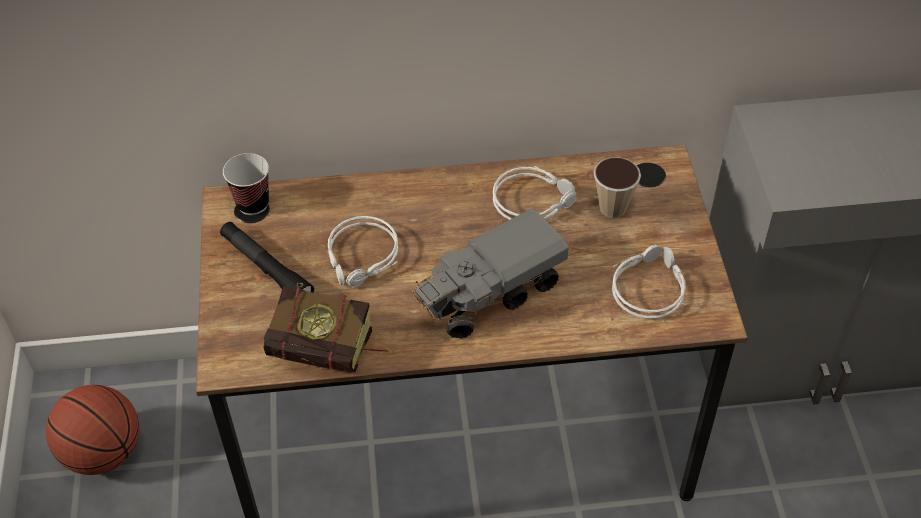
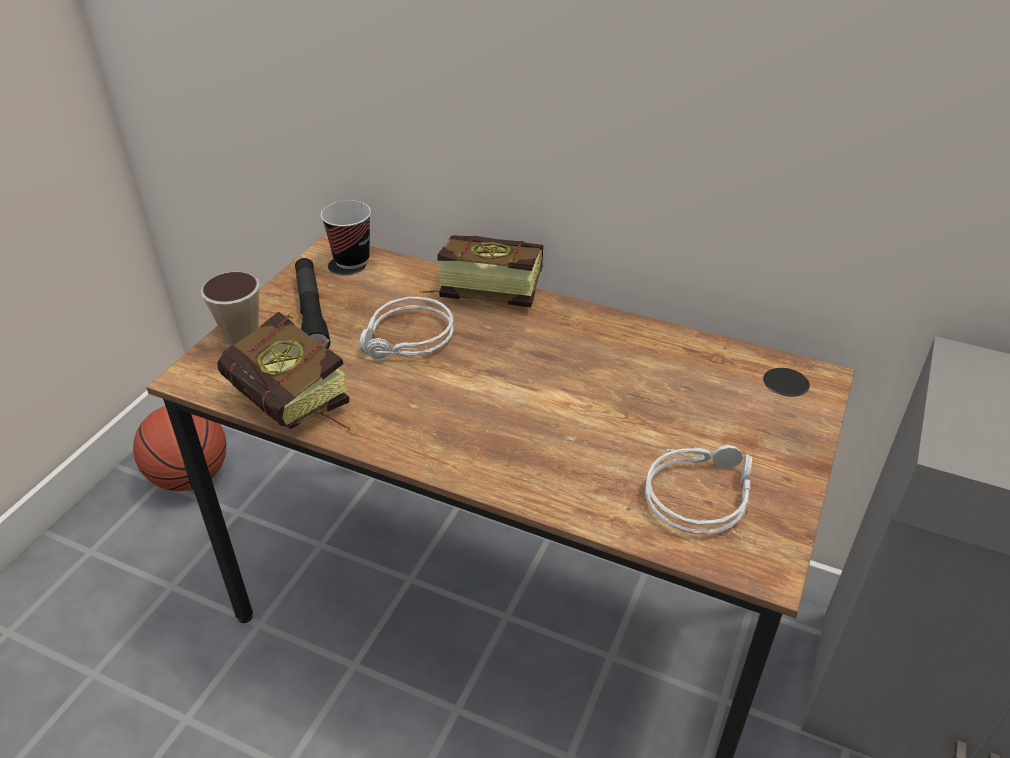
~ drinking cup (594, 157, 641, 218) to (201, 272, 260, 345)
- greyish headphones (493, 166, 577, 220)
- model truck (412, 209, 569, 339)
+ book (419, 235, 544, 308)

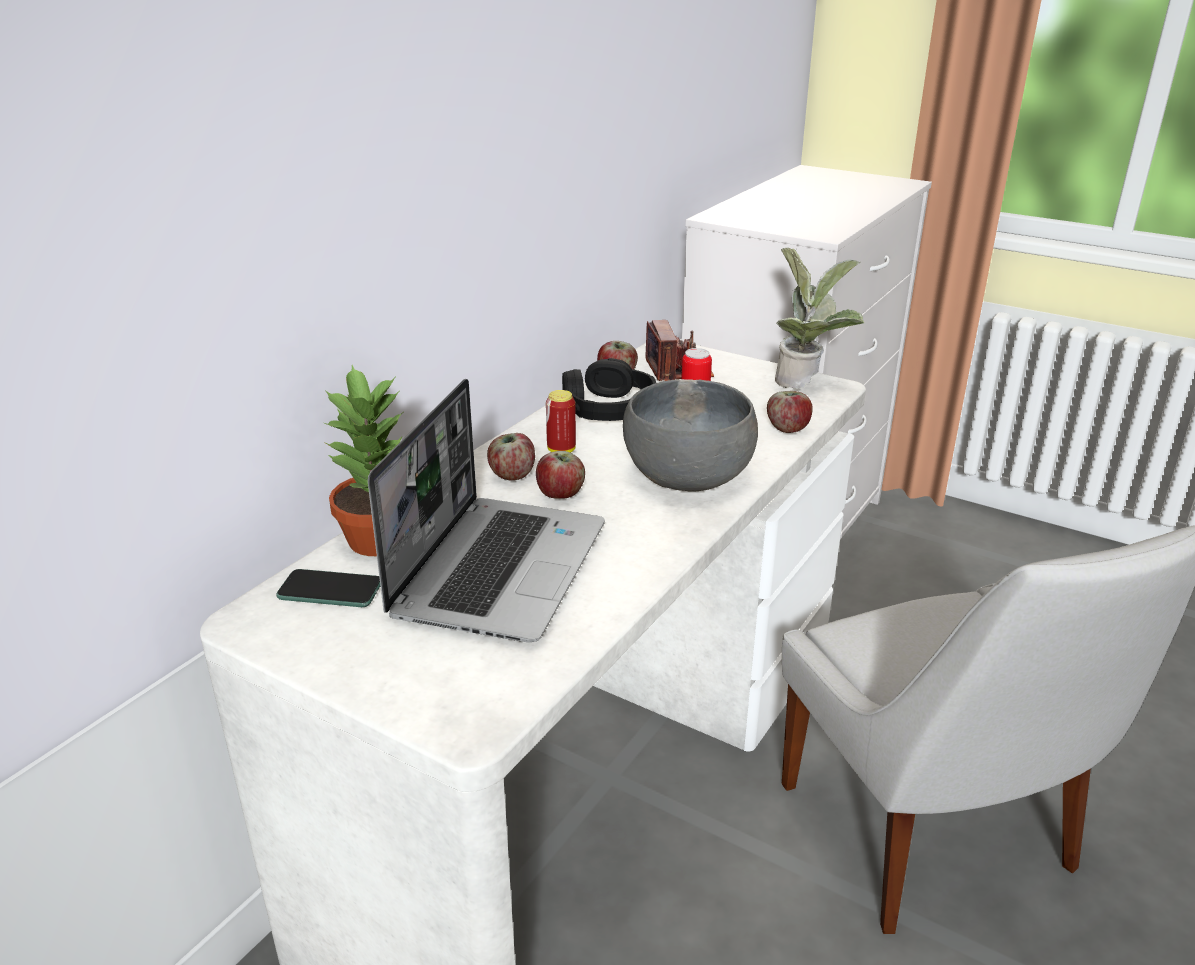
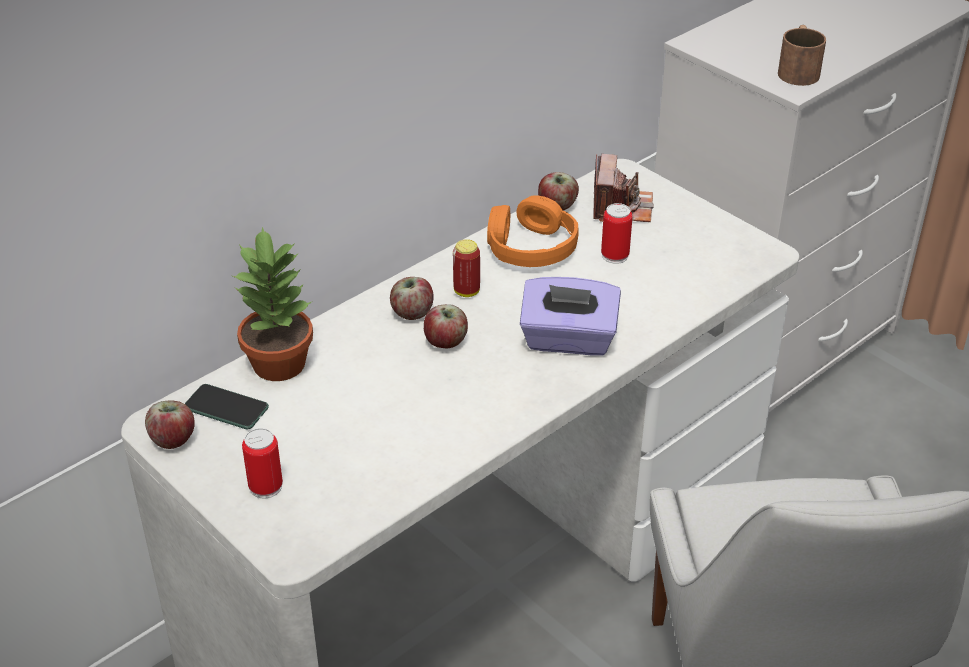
- houseplant (775, 247, 864, 388)
~ black headphones (562, 358, 656, 421) to orange-coloured headphones (487, 195, 579, 267)
- laptop (368, 379, 605, 642)
~ greyish deep dish (623, 379, 758, 491) to purple-coloured box of tissues (520, 277, 621, 355)
~ apple (767, 391, 813, 433) to (145, 401, 195, 449)
+ brown-coloured mug (778, 25, 826, 86)
+ can (242, 428, 283, 498)

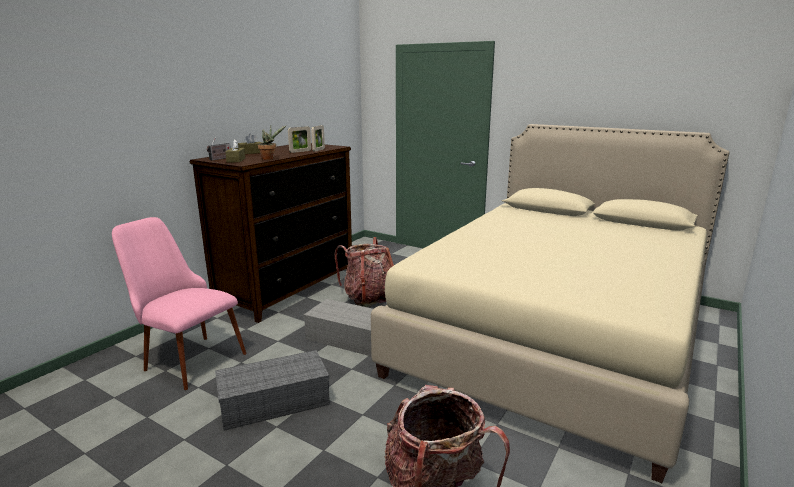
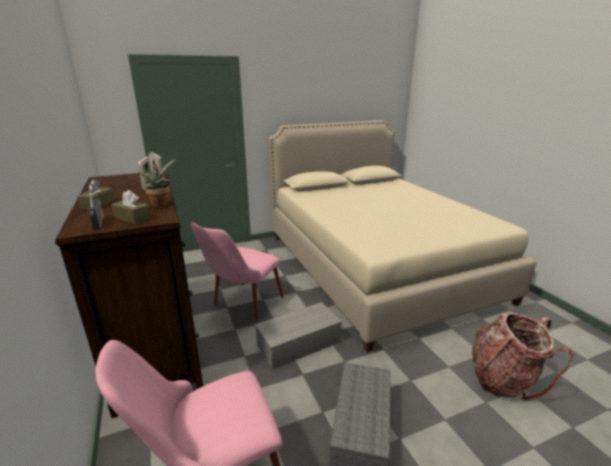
~ backpack (335, 237, 394, 307) to pink upright chair (191, 223, 283, 321)

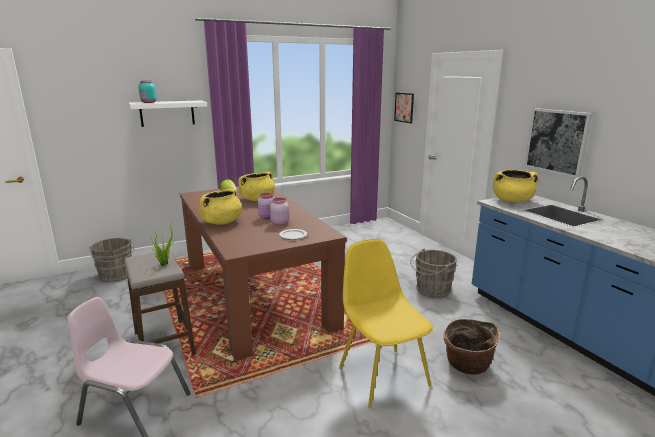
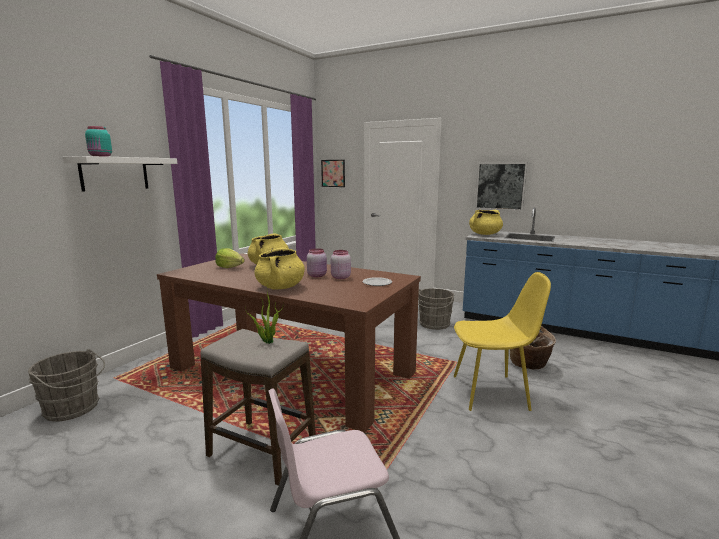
~ yellow upright chair (339, 239, 433, 408) = (454, 272, 551, 411) 150 degrees clockwise

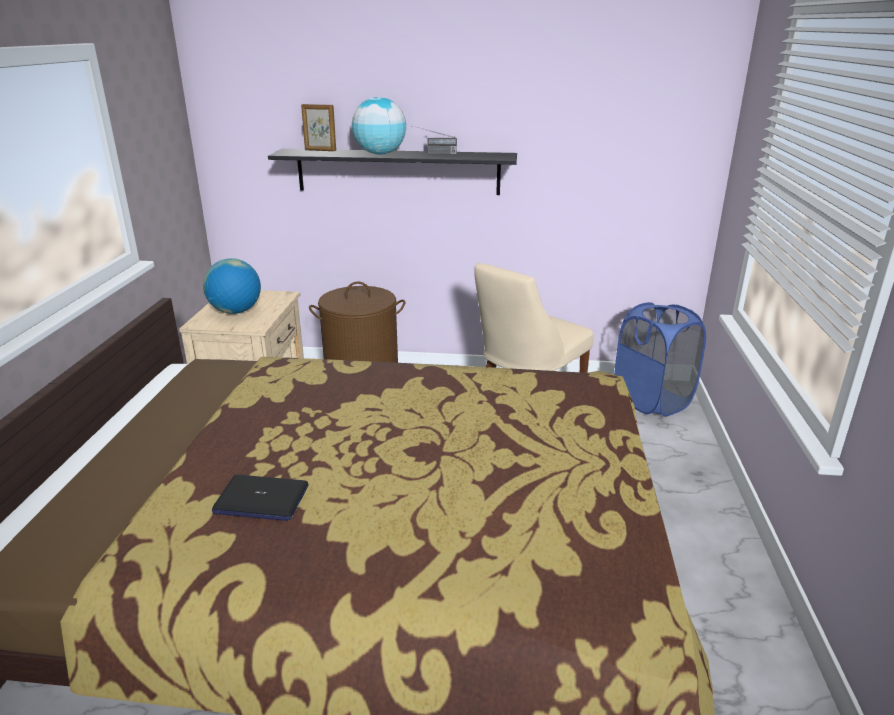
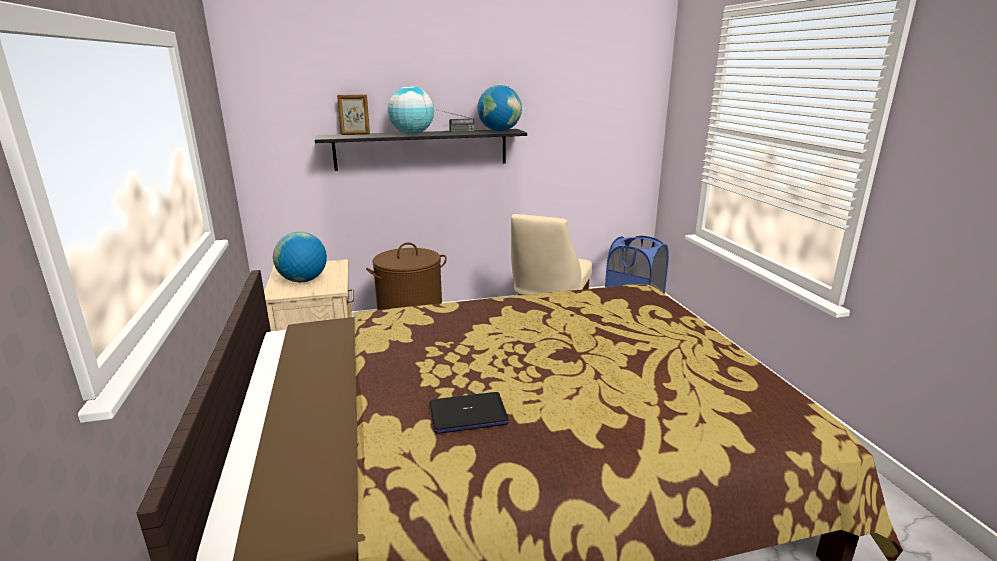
+ desk globe (478, 85, 522, 131)

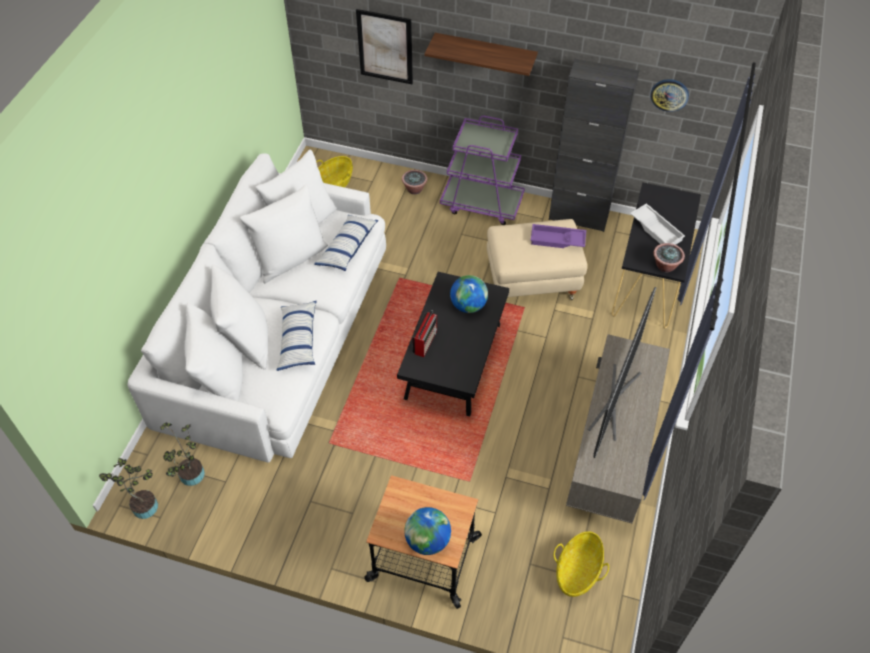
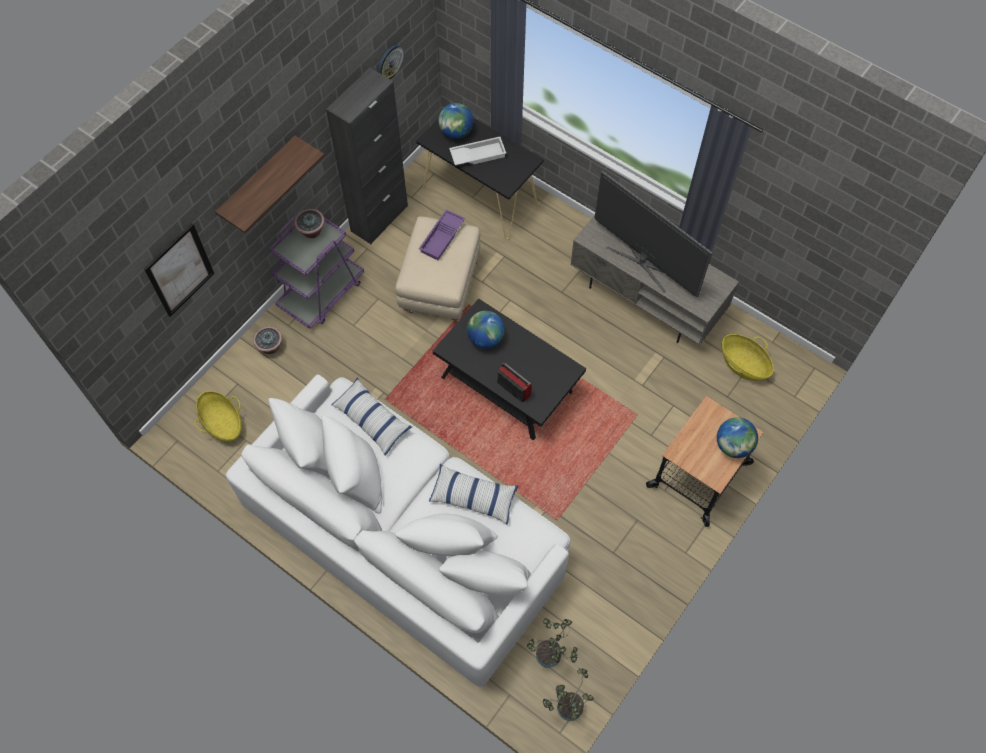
~ houseplant (653, 243, 685, 273) to (294, 209, 325, 238)
+ desk globe (438, 103, 473, 139)

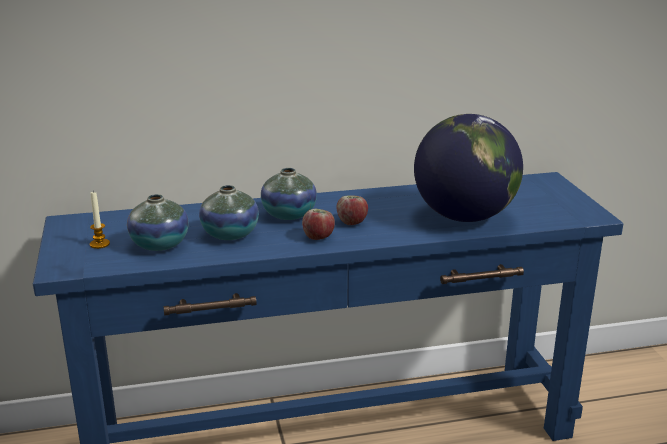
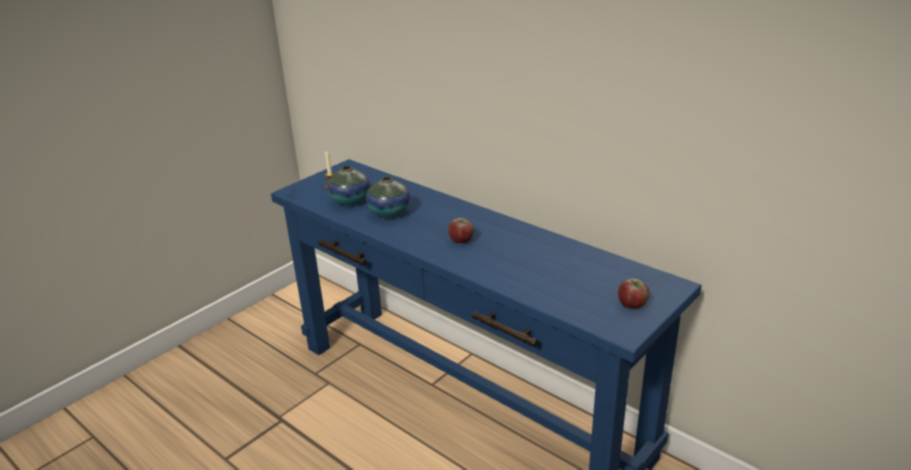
- desk globe (414, 114, 523, 222)
- vase (261, 168, 317, 220)
~ apple (302, 209, 335, 240) to (618, 278, 649, 309)

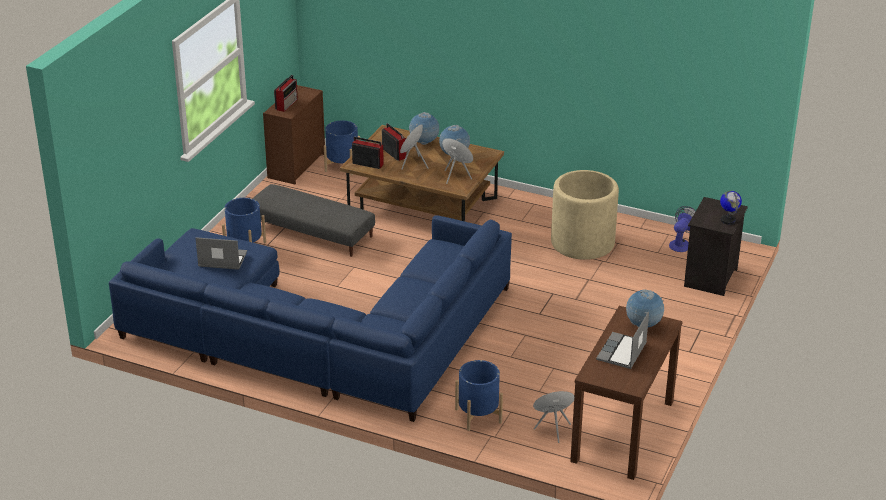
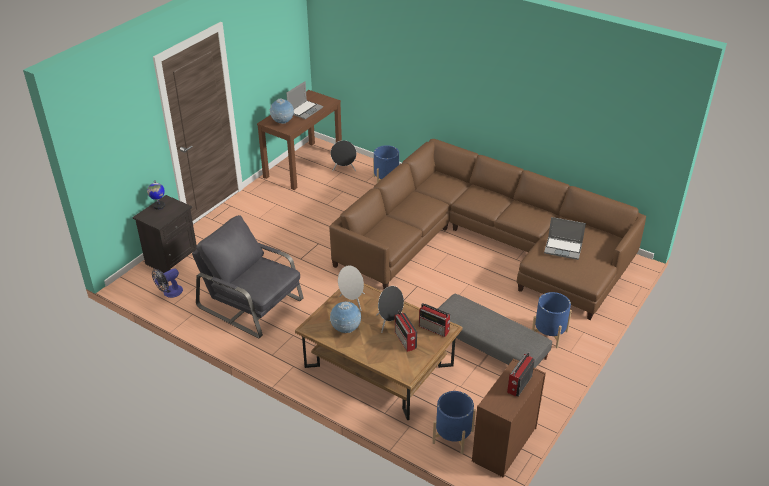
- desk globe (409, 112, 439, 145)
~ sand-coloured flower pot (551, 170, 619, 260) to greyish armchair (192, 215, 304, 338)
~ blue-coloured sofa (109, 216, 512, 422) to brown-coloured sofa (329, 139, 646, 320)

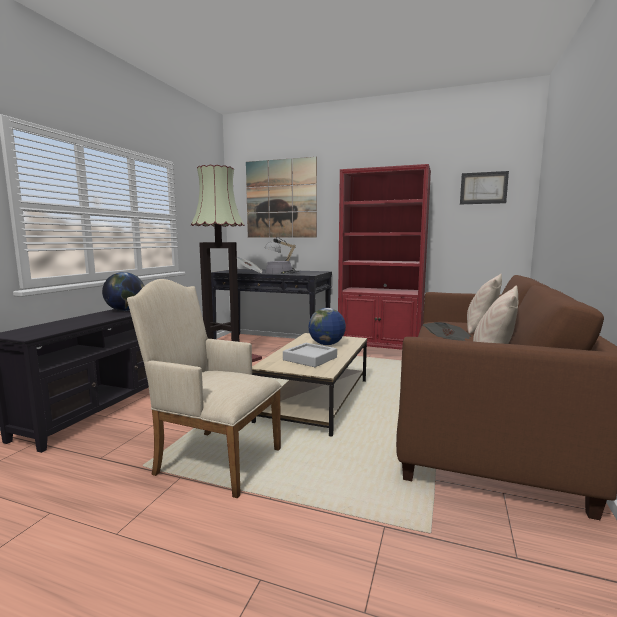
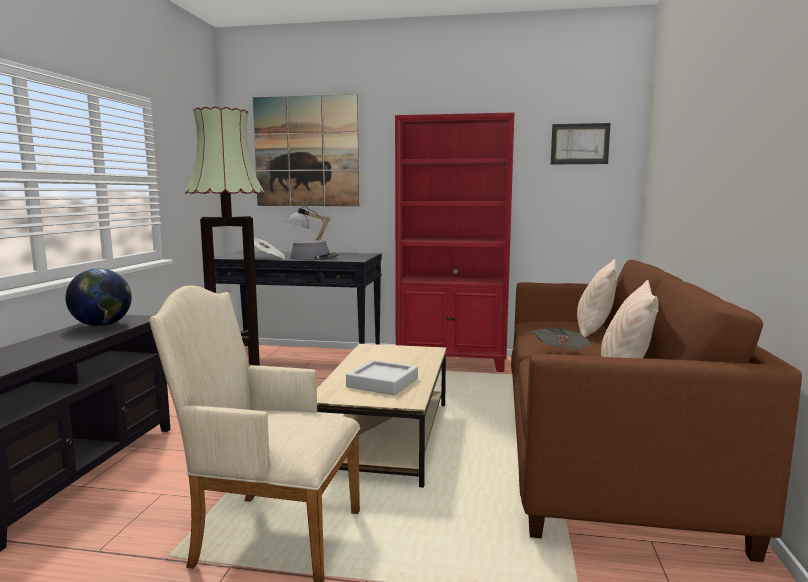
- desk globe (309, 308, 346, 345)

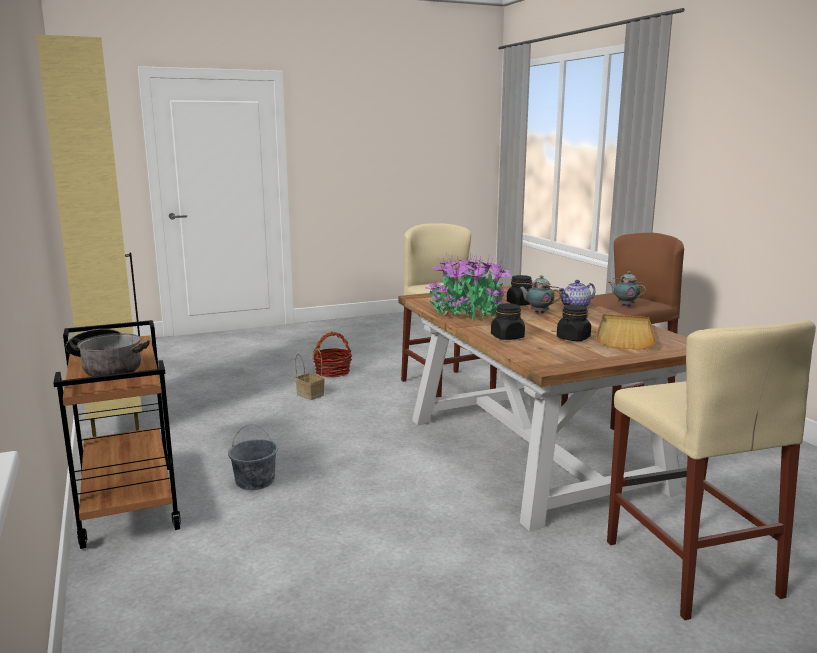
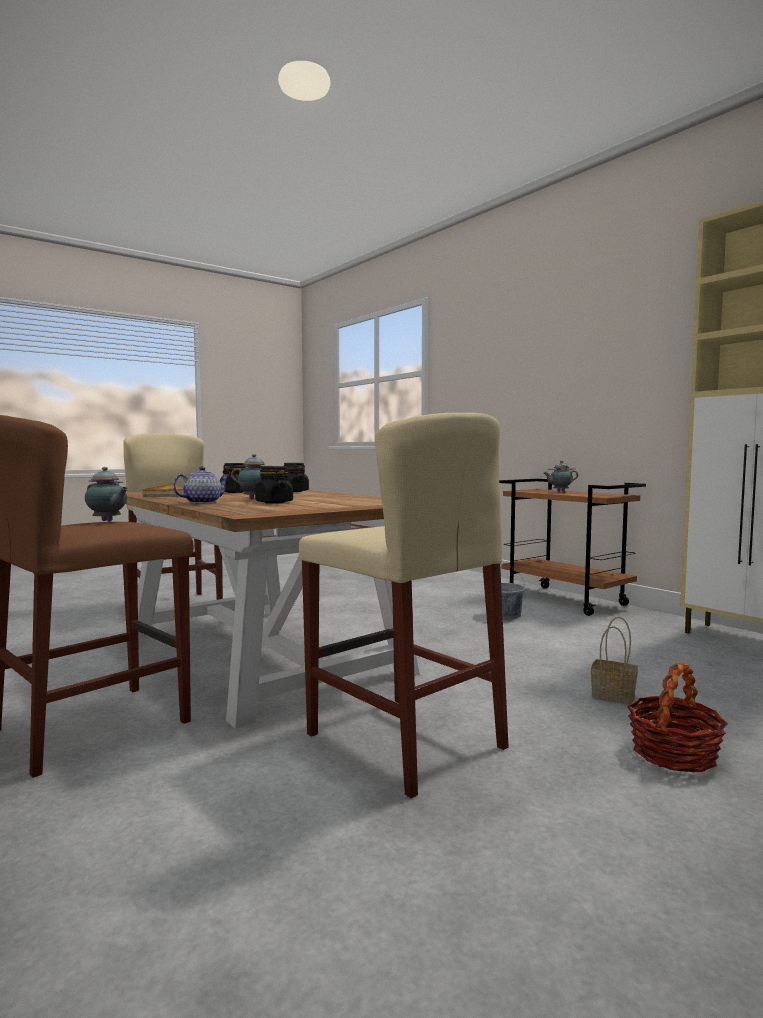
- houseplant (426, 253, 513, 321)
~ saucepot (65, 329, 150, 377) to teapot (544, 461, 578, 492)

